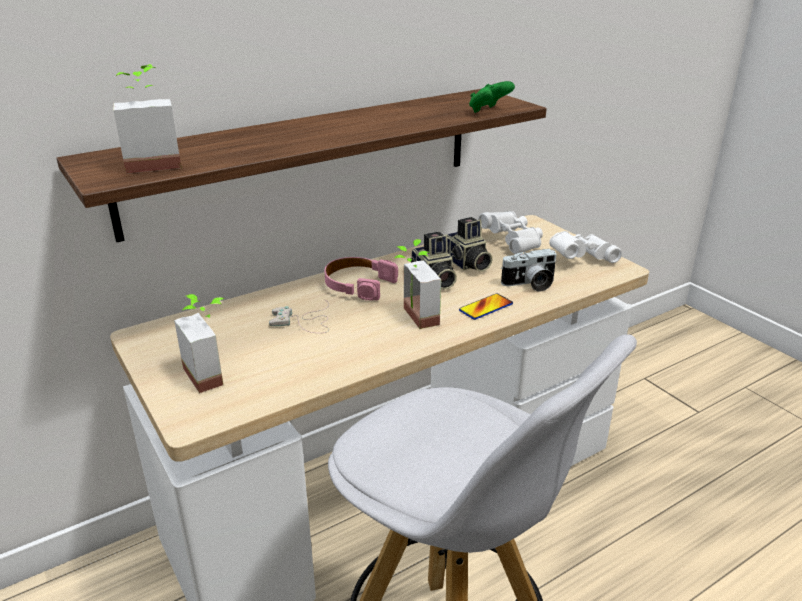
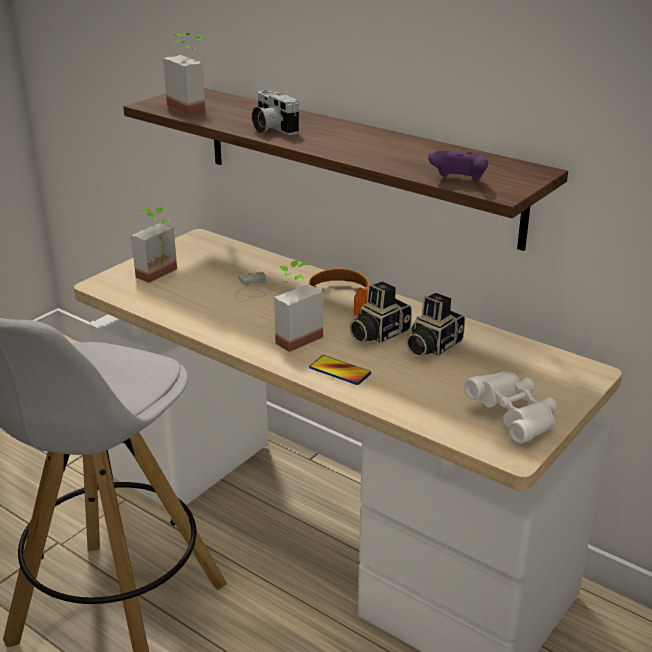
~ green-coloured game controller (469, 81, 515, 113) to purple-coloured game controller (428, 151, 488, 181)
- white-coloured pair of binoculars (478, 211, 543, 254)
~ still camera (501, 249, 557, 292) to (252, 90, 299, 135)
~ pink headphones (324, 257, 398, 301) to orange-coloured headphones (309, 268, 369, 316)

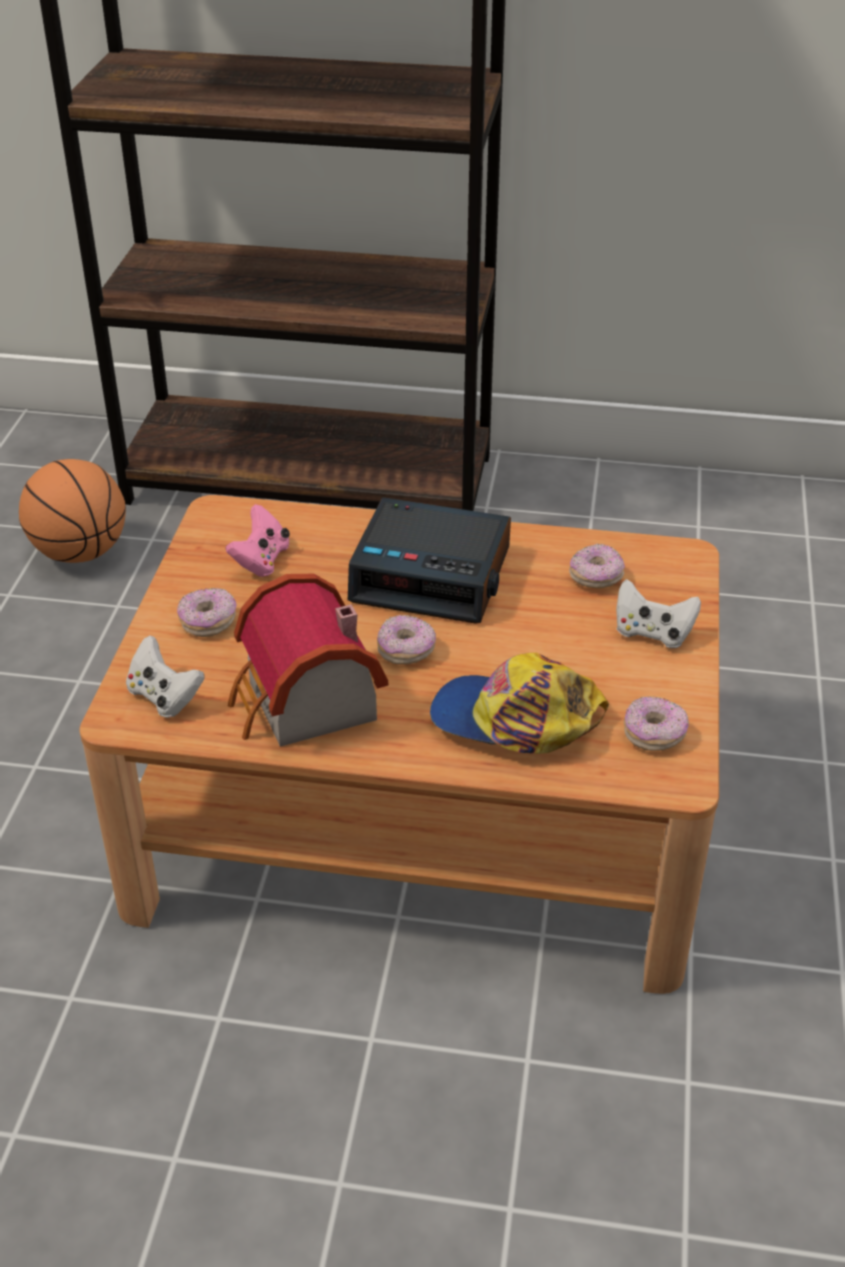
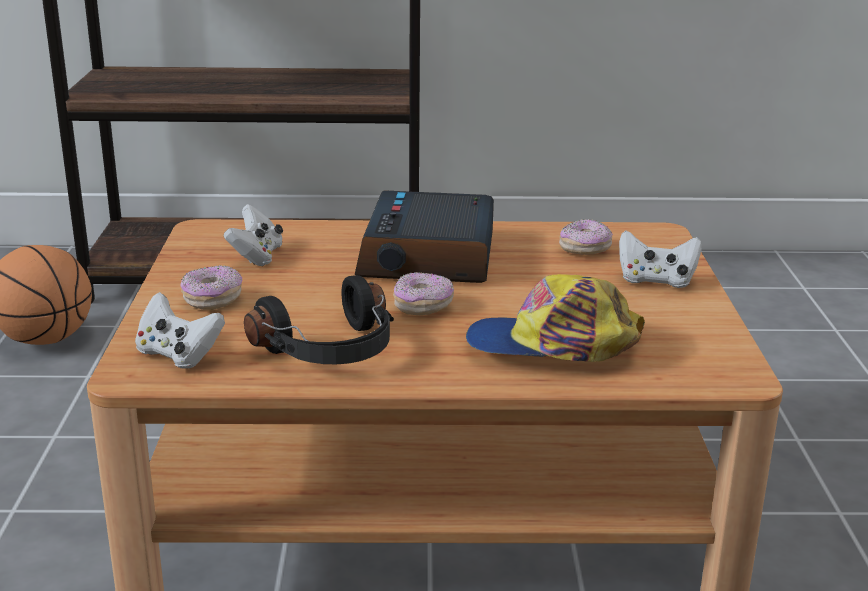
~ bedside clock (348, 497, 511, 624) = (355, 190, 494, 283) 90 degrees clockwise
~ pink game controller (225, 504, 290, 577) to white-coloured game controller (224, 204, 283, 266)
~ miniature house (228, 574, 388, 747) to black headphones (244, 275, 394, 364)
- ring doughnut (624, 696, 689, 751)

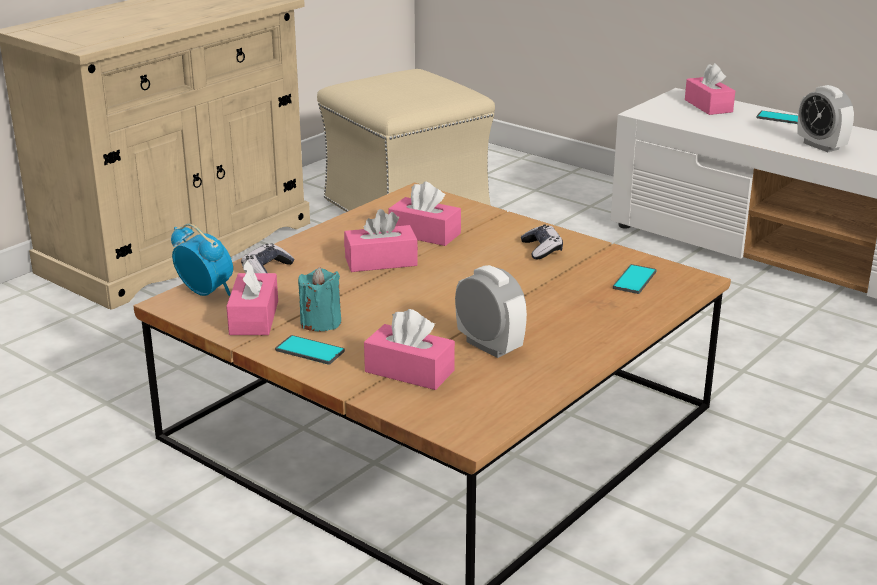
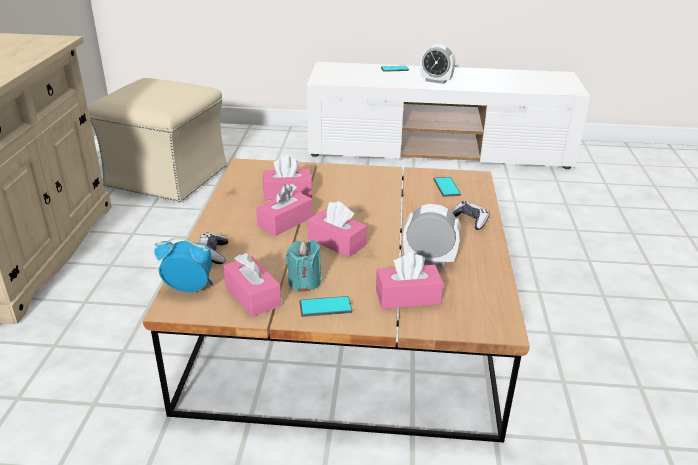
~ pink box of tissues (685, 63, 735, 115) to (307, 201, 367, 257)
~ game controller (521, 225, 563, 259) to (451, 201, 490, 230)

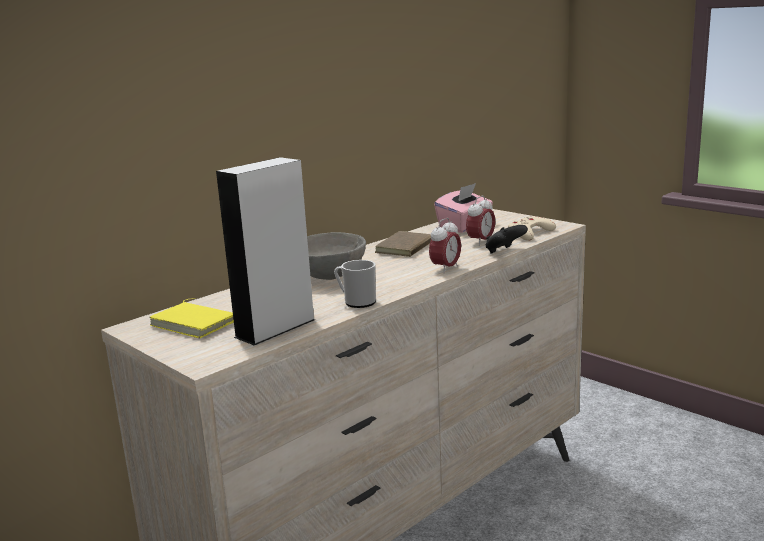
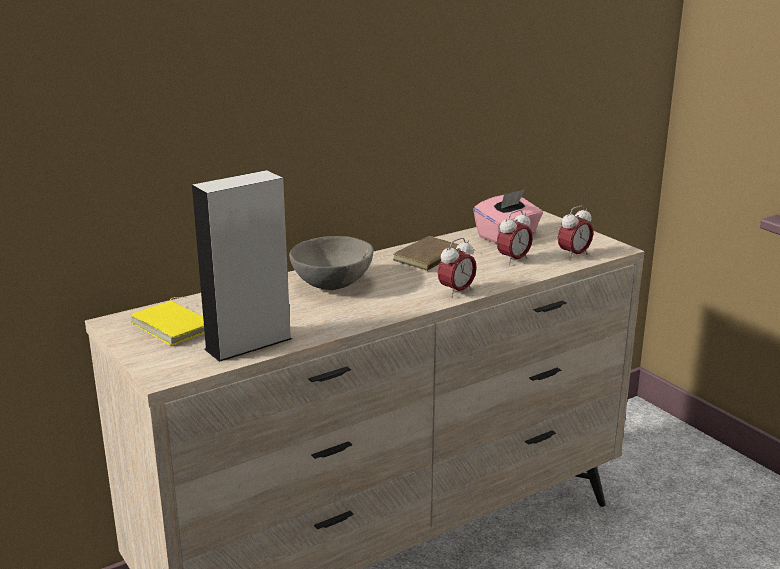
~ sand-coloured game controller (508, 217, 556, 241) to bedside clock (558, 206, 593, 260)
- black game controller (486, 225, 528, 254)
- mug (334, 260, 376, 308)

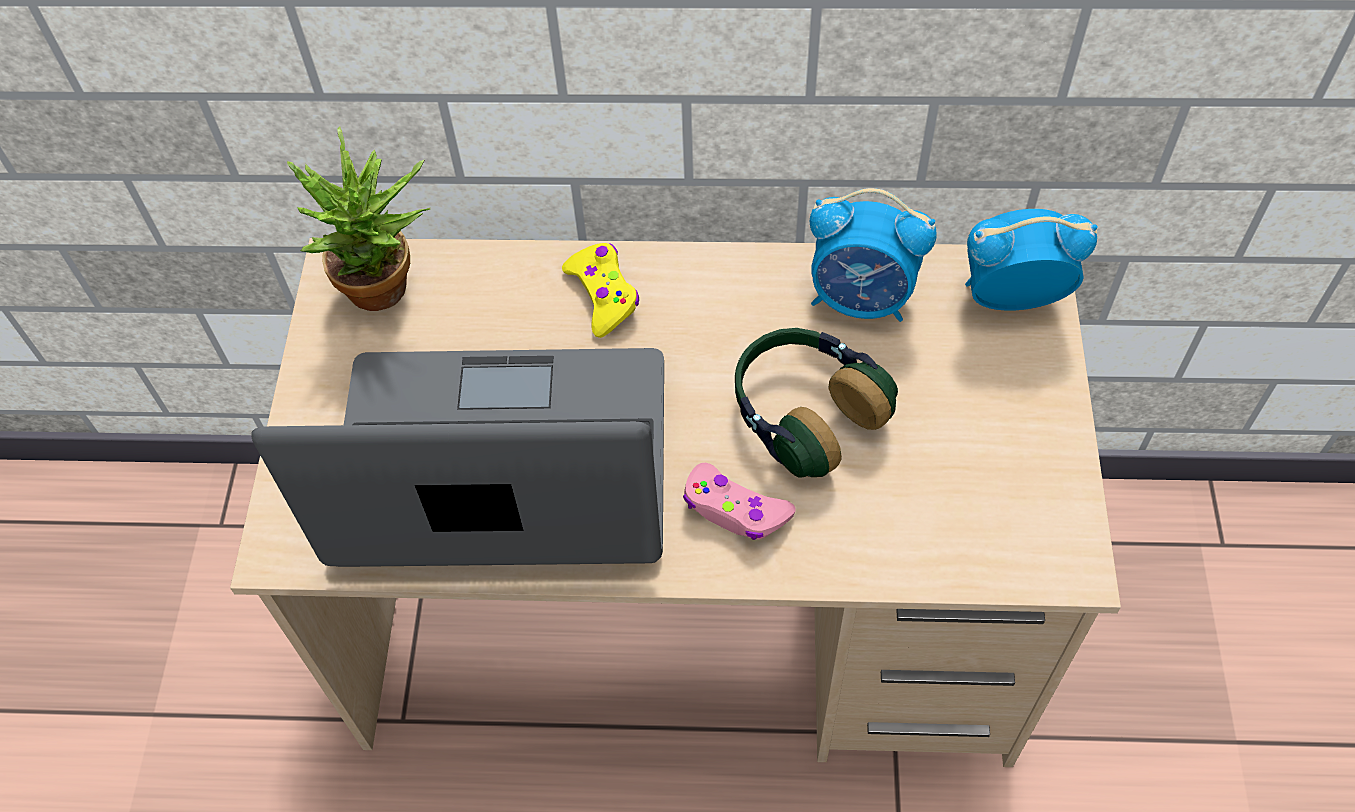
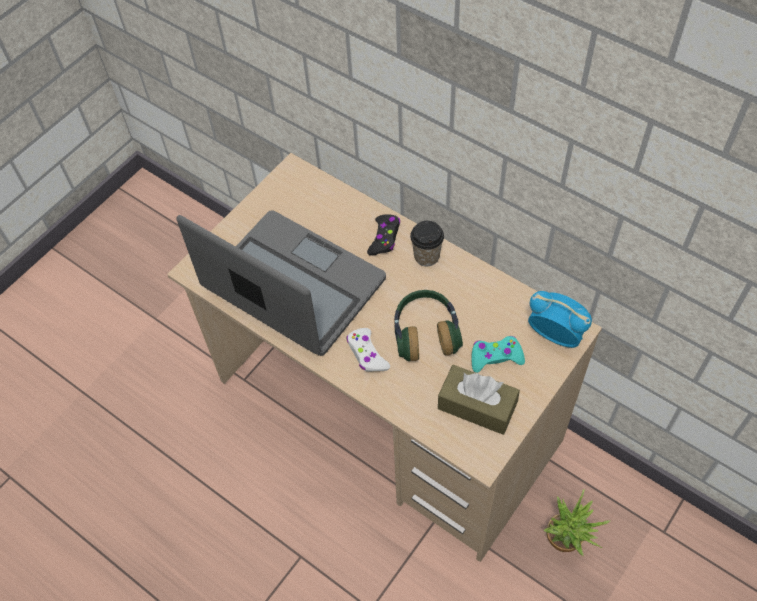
~ houseplant (287, 127, 430, 311) to (544, 489, 610, 556)
- bedside clock (810, 188, 937, 322)
~ yellow game controller (562, 243, 639, 338) to black game controller (367, 214, 400, 256)
~ pink game controller (683, 463, 796, 540) to white-coloured game controller (347, 328, 390, 372)
+ drinking cup (410, 221, 444, 266)
+ turquoise-coloured game controller (471, 336, 525, 373)
+ brown-coloured box of tissues (438, 365, 520, 435)

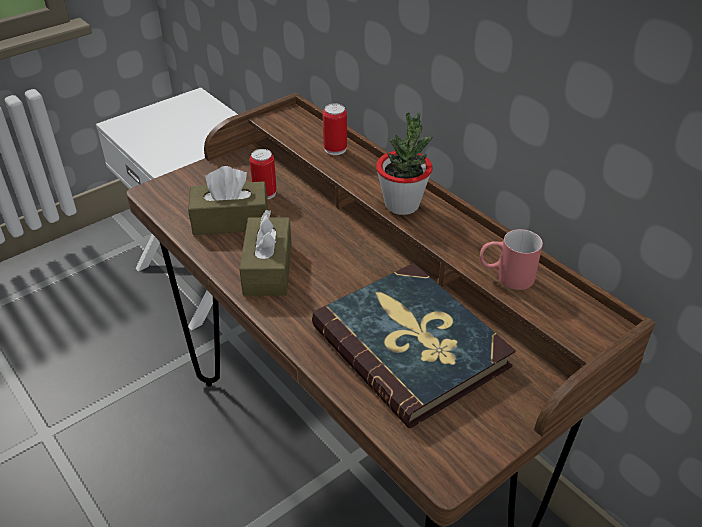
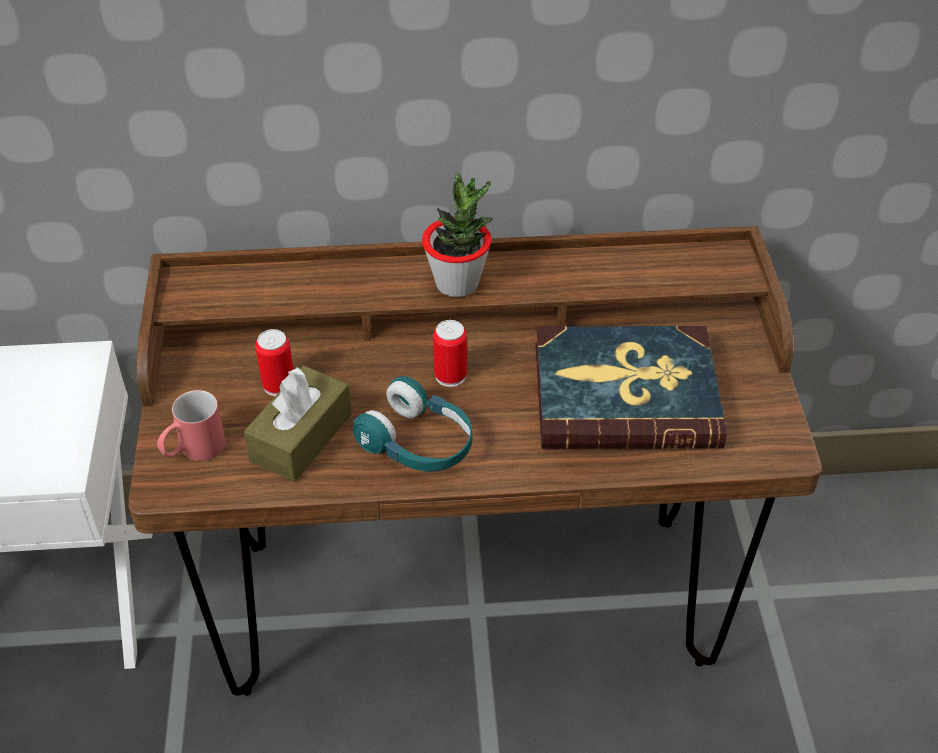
~ can (323, 104, 347, 155) to (433, 320, 467, 387)
~ brown-coloured box of tissues (239, 210, 292, 296) to turquoise-coloured headphones (353, 376, 472, 472)
~ reddish mug (480, 229, 543, 290) to (157, 390, 226, 461)

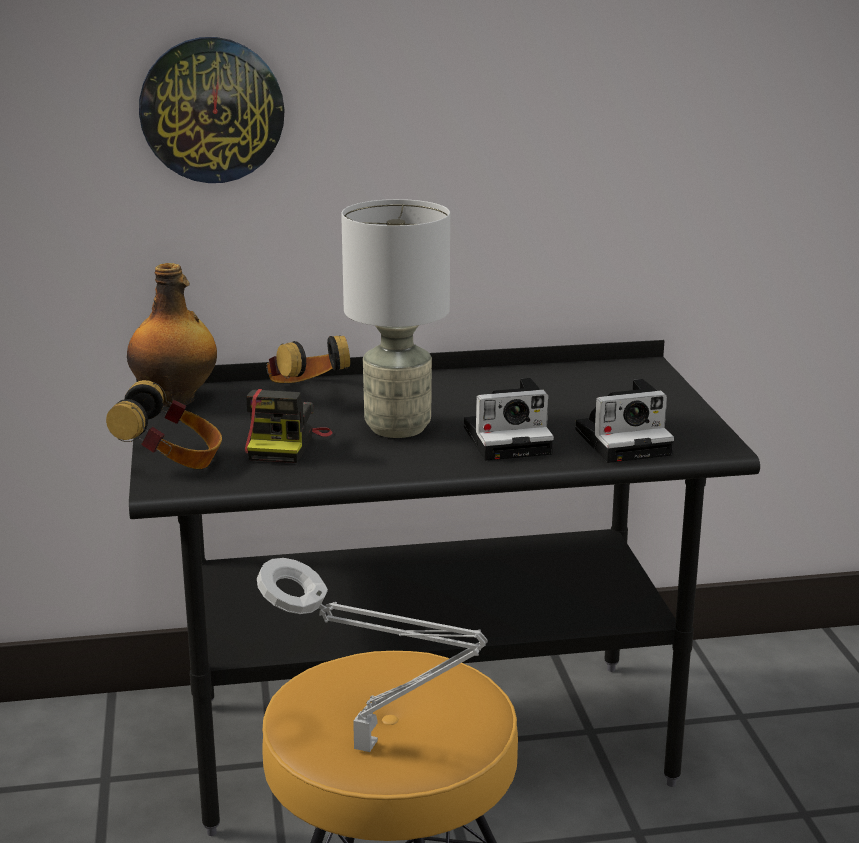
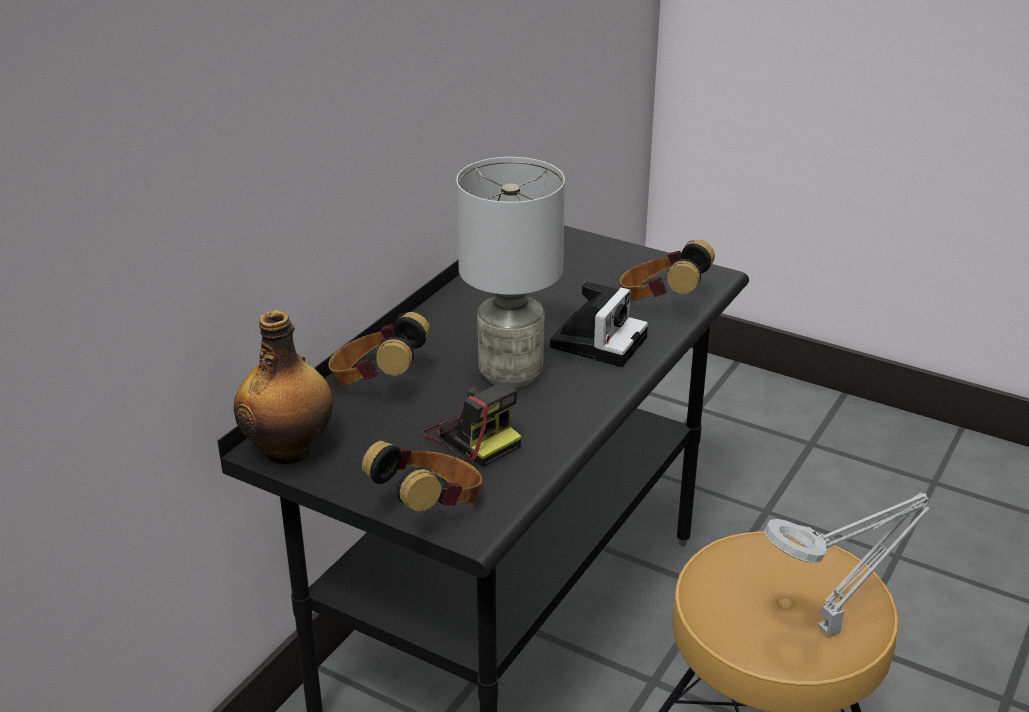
- wall clock (139, 37, 285, 183)
~ still camera (575, 379, 674, 463) to headphones (620, 240, 715, 301)

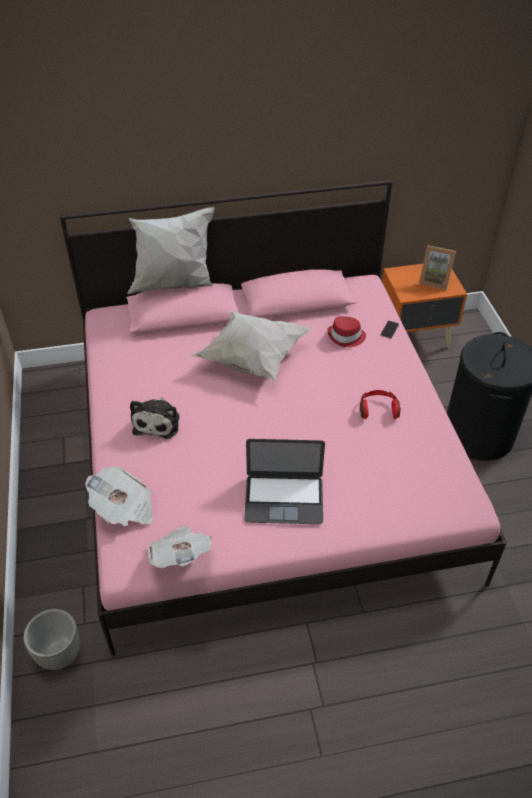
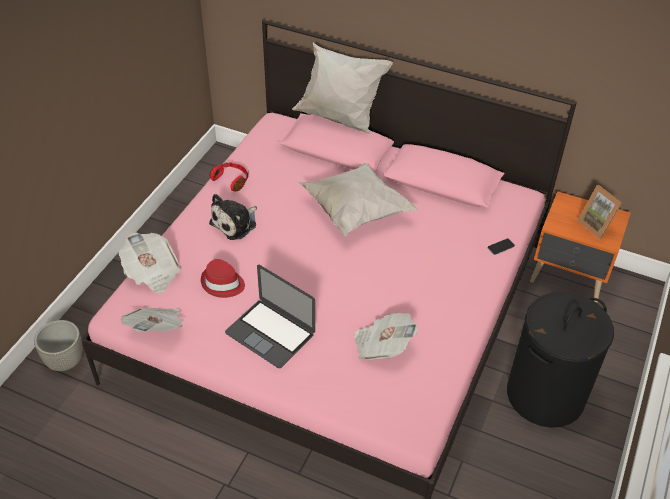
~ reddish wearable hat (327, 316, 366, 347) to (201, 259, 245, 298)
~ reddish headphones (360, 390, 401, 419) to (209, 162, 248, 192)
+ newspaper (354, 313, 418, 360)

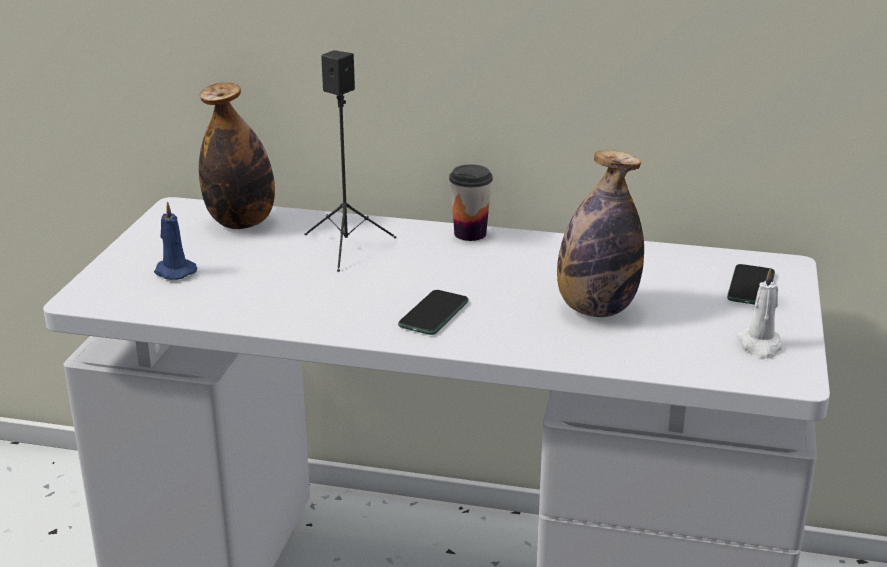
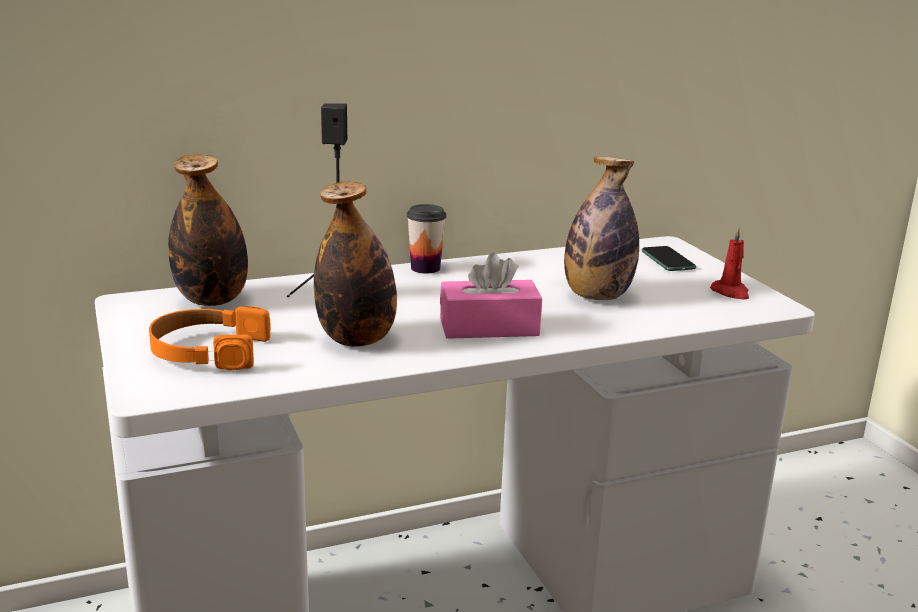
~ blue-coloured wax candle (154, 202, 197, 280) to orange-coloured headphones (149, 306, 271, 370)
~ white-coloured wax candle (737, 268, 783, 359) to reddish wax candle (710, 227, 749, 299)
~ handset (398, 290, 469, 335) to pink box of tissues (440, 252, 542, 339)
+ drink bottle (314, 181, 397, 347)

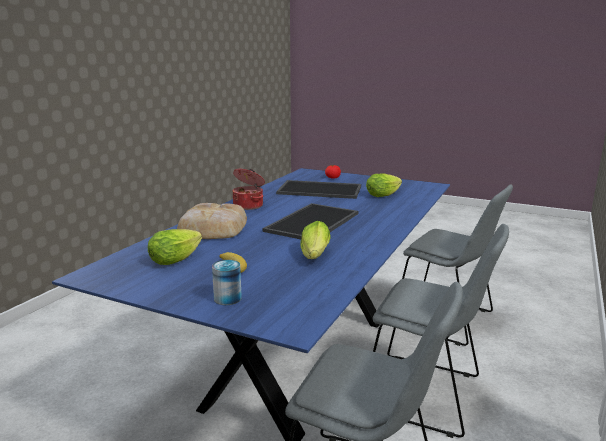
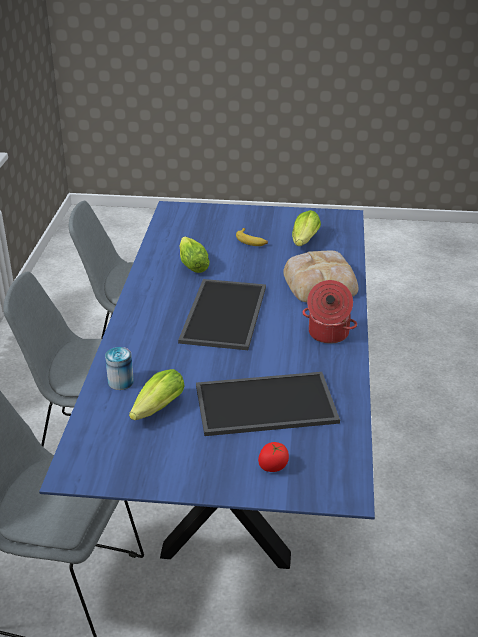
~ can (212, 260, 242, 305) to (105, 347, 134, 390)

